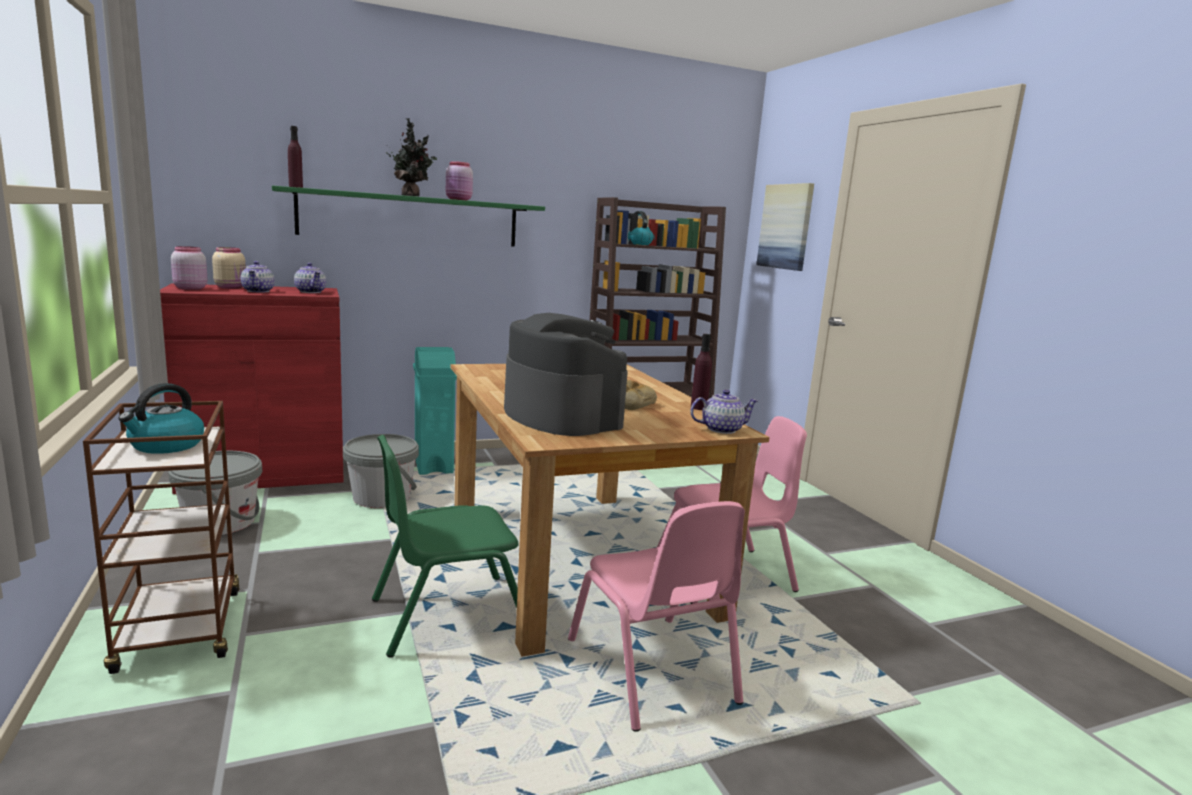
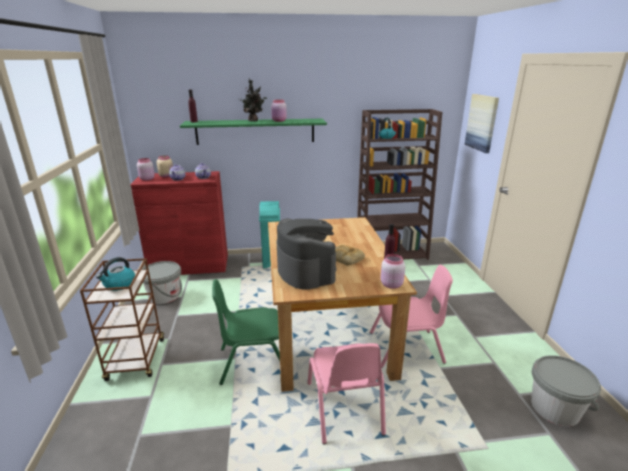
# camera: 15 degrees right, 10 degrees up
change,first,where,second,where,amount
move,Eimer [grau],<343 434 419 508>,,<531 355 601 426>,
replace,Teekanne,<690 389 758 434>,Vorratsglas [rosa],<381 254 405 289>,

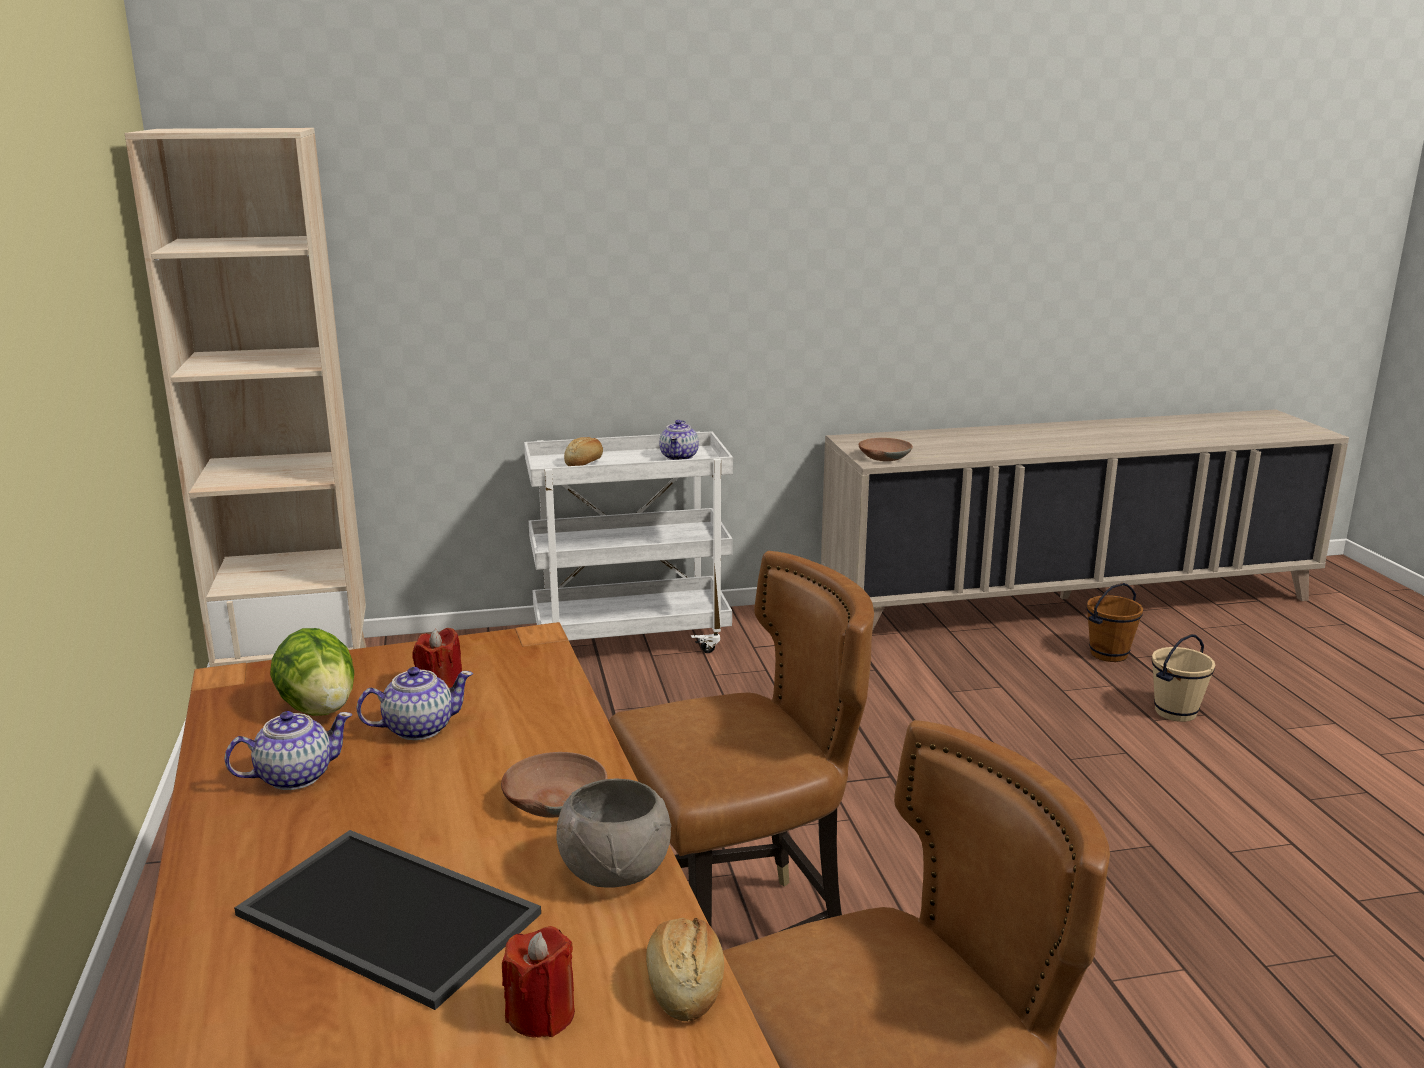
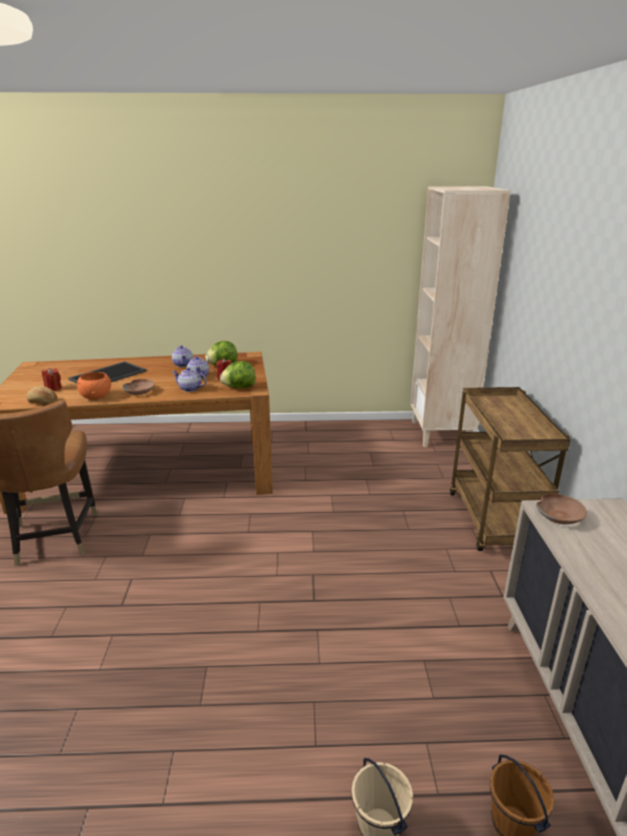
# camera: 100 degrees right, 5 degrees up
change,first,where,second,where,amount
delete,Brot,<564 437 603 466>,,,
delete,Stuhl [braun],<609 551 874 932>,,,
insert,,,Salatkopf,<220 361 255 388>,
move,Teekanne,<659 420 699 460>,,<172 367 207 392>,
recolor,Rollwagen [weiß],<524 431 733 653>,Rollwagen [braun],<450 387 570 551>,
recolor,Schüssel [grau],<557 778 671 887>,Schüssel [orange],<77 372 111 400>,

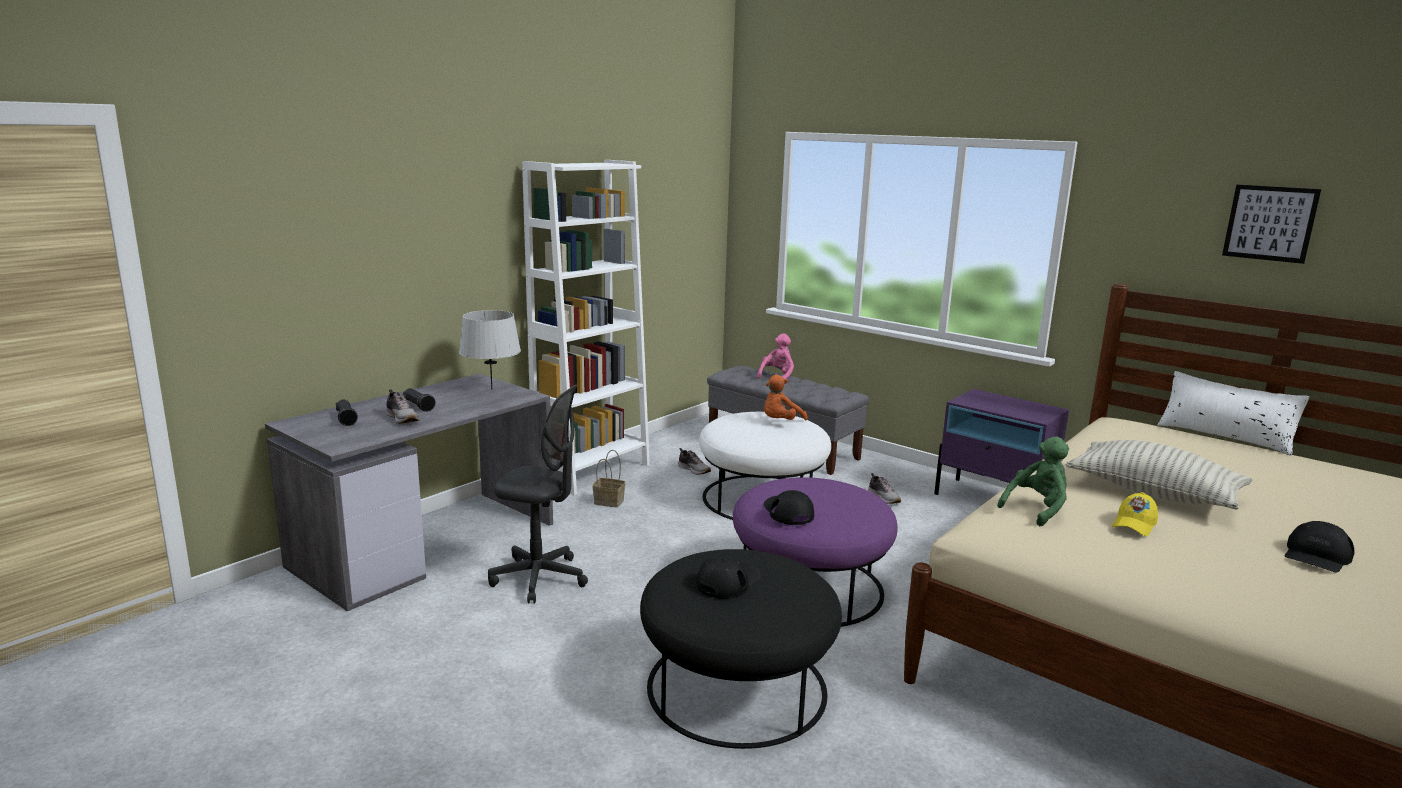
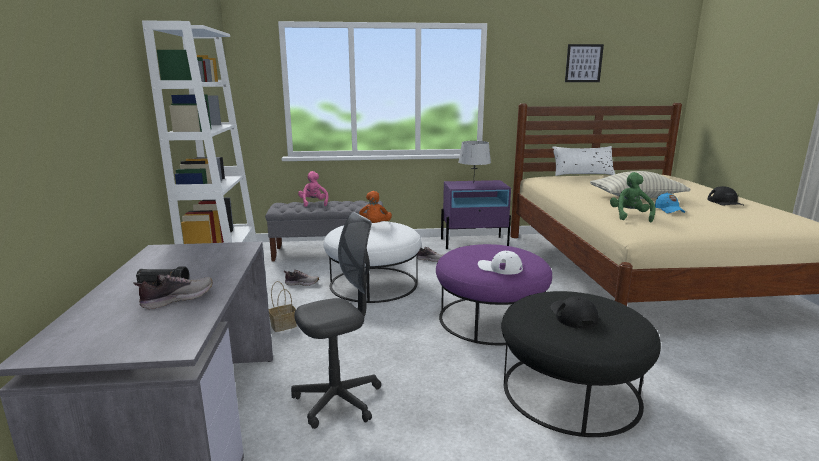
# camera: 45 degrees left, 0 degrees up
change,first,where,second,where,amount
delete,Taschenlampe [schwarz],<336 399 358 426>,,,
move,Tischlampe [grau],<459 310 521 390>,,<458 141 491 173>,
recolor,Kappe [schwarz],<764 490 814 525>,Kappe [weiß],<478 251 523 275>,
recolor,Kappe [gelb],<1112 492 1158 536>,Kappe [blau],<655 193 685 213>,
rotate,Schuh,<386 389 419 424>,,<134 274 212 309>,45 degrees counterclockwise

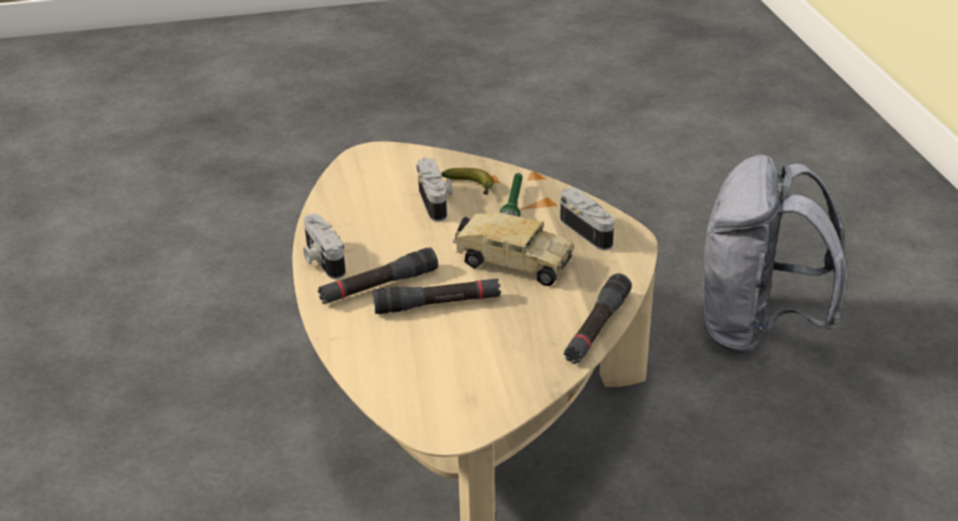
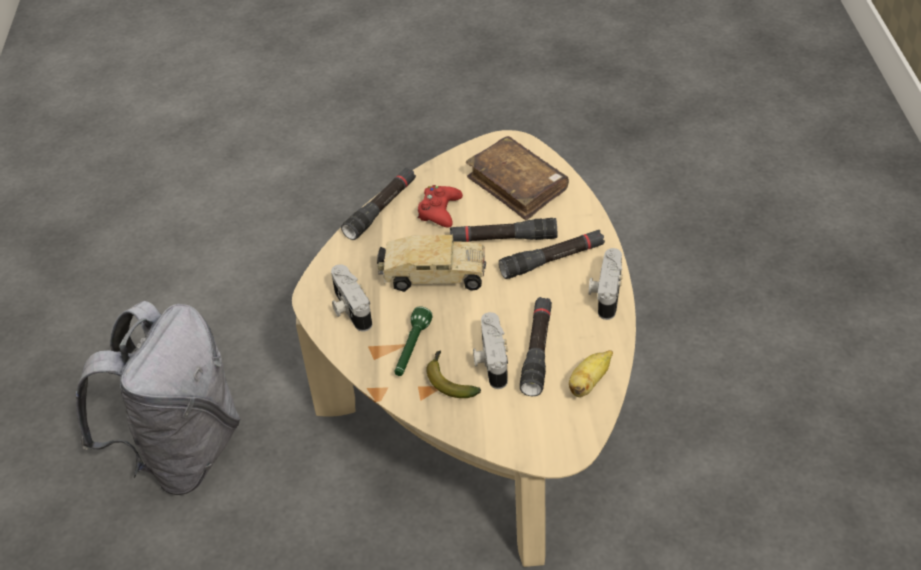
# camera: 170 degrees left, 10 degrees up
change,first,where,second,where,amount
insert,,,Gamepad [rot],<418 185 463 227>,
insert,,,Buch [braun],<466 136 569 220>,
insert,,,Taschenlampe [schwarz],<520 297 552 396>,
insert,,,Banane,<569 350 613 397>,
rotate,Kamera,<303 214 346 279>,,<589 248 623 320>,150 degrees counterclockwise
rotate,Spielzeuglaster,<453 213 574 286>,,<377 233 486 292>,150 degrees clockwise

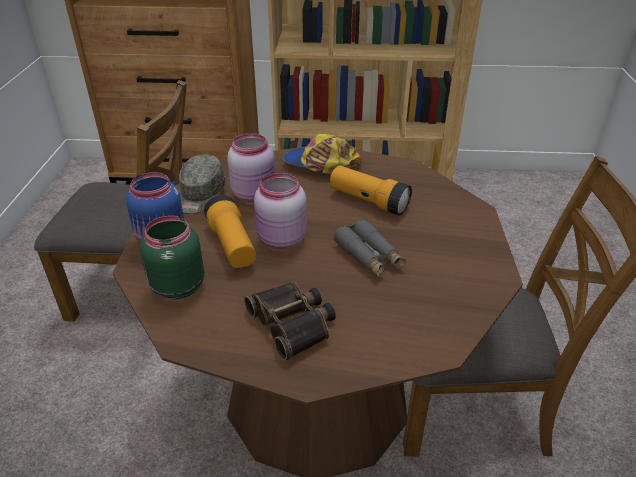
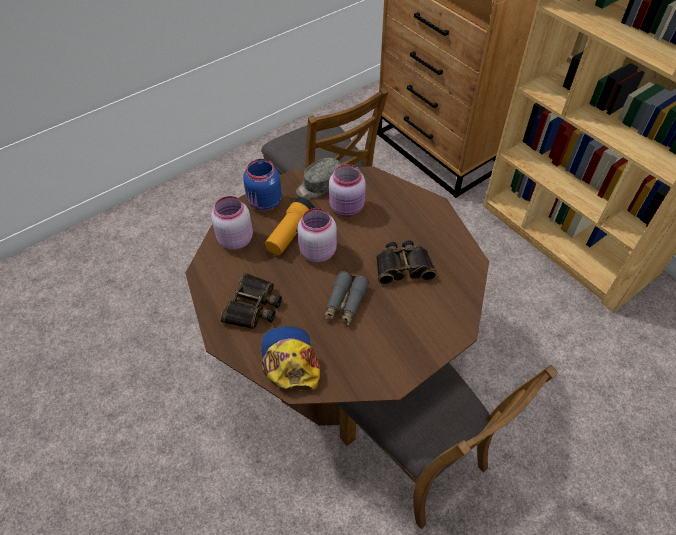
# camera: 50 degrees right, 15 degrees up
change,first,where,second,where,amount
move,Kappe,<283 134 362 174>,,<261 326 320 391>,
replace,Taschenlampe,<330 166 412 216>,Fernglas,<376 240 437 285>,
recolor,Vorratsglas [grün],<140 216 204 300>,Vorratsglas [rosa],<211 196 253 250>,

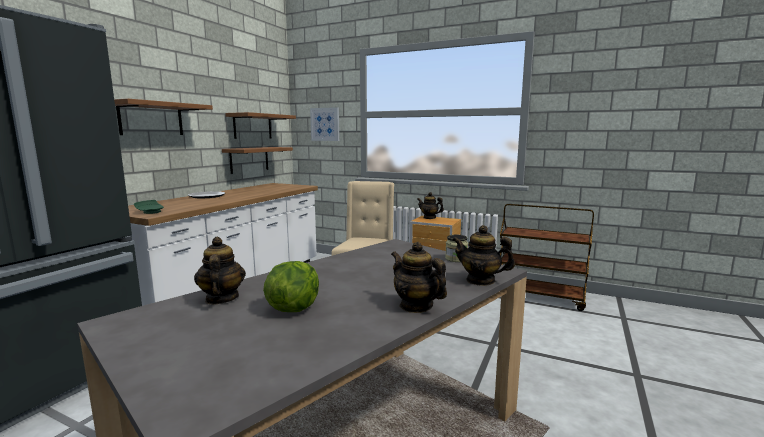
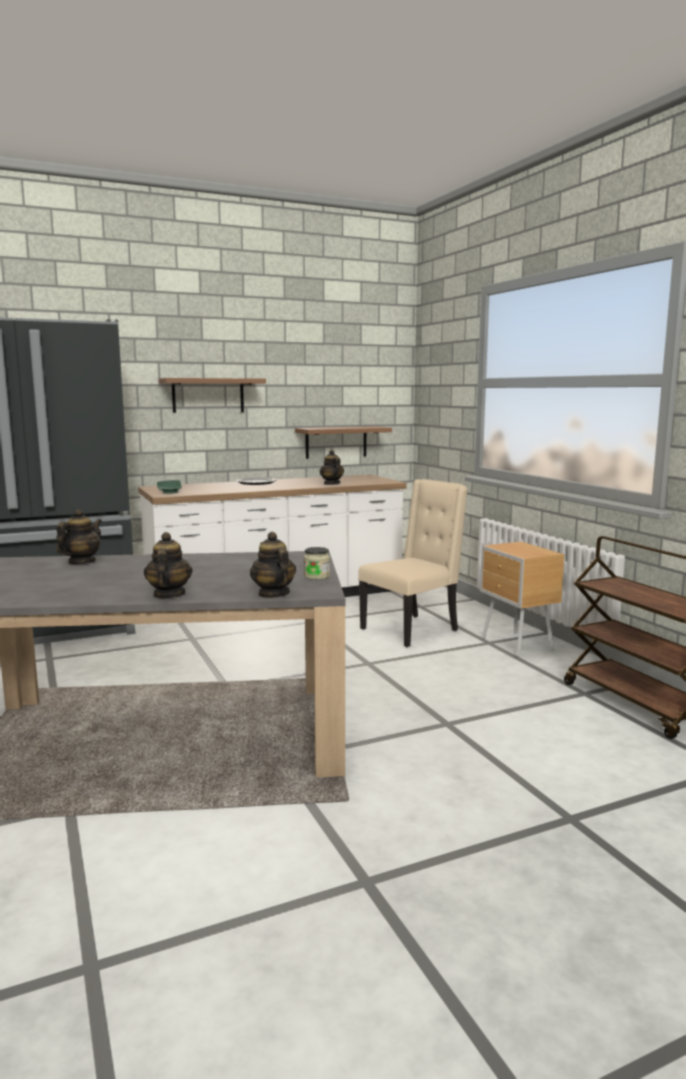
# camera: 40 degrees right, 0 degrees up
change,first,where,second,where,amount
delete,Wandregal,<225 112 296 139>,,,
delete,Salatkopf,<263 261 319 312>,,,
delete,Bild,<310 107 339 141>,,,
move,Teekanne,<417 192 444 219>,,<320 450 344 485>,

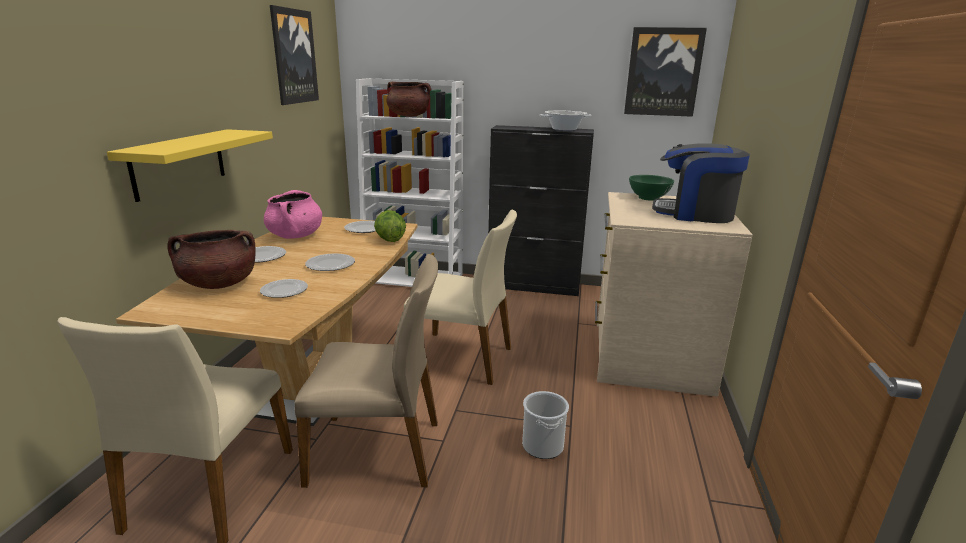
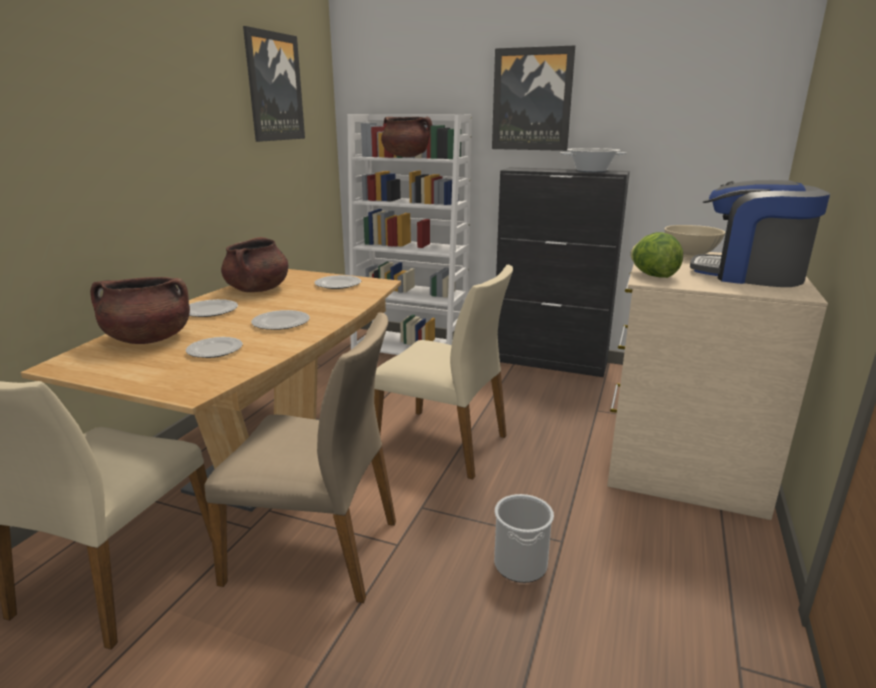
# camera: 10 degrees right, 0 degrees up
change,first,where,second,where,amount
delete,Wandregal [gelb],<107 129 273 202>,,,
move,Salatkopf,<374 210 406 242>,,<630 232 683 278>,
move,Bild,<624 27 707 117>,,<492 45 575 151>,
recolor,Kochtopf [rosa],<264 190 322 239>,Kochtopf [braun],<221 237 288 292>,
recolor,Schüssel [grün],<629 175 674 201>,Schüssel [beige],<664 225 725 258>,

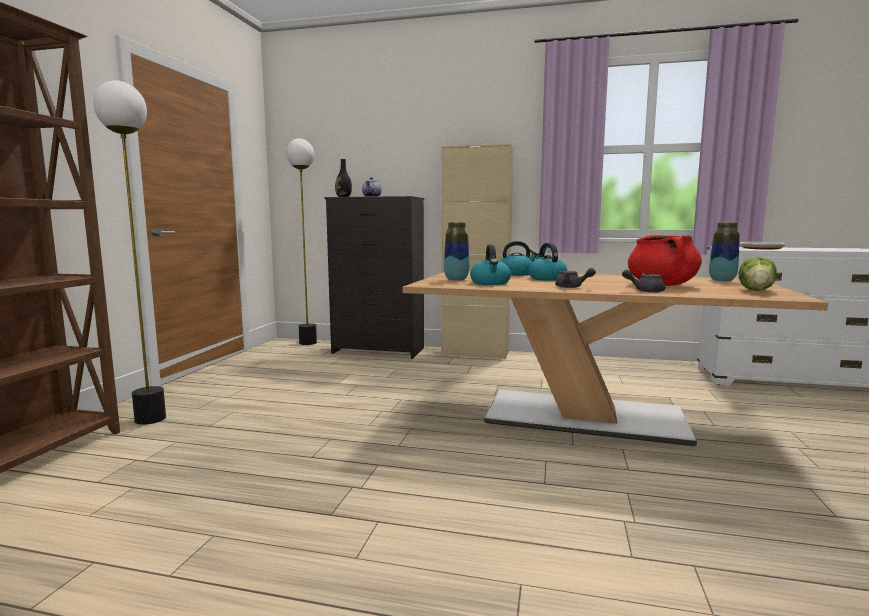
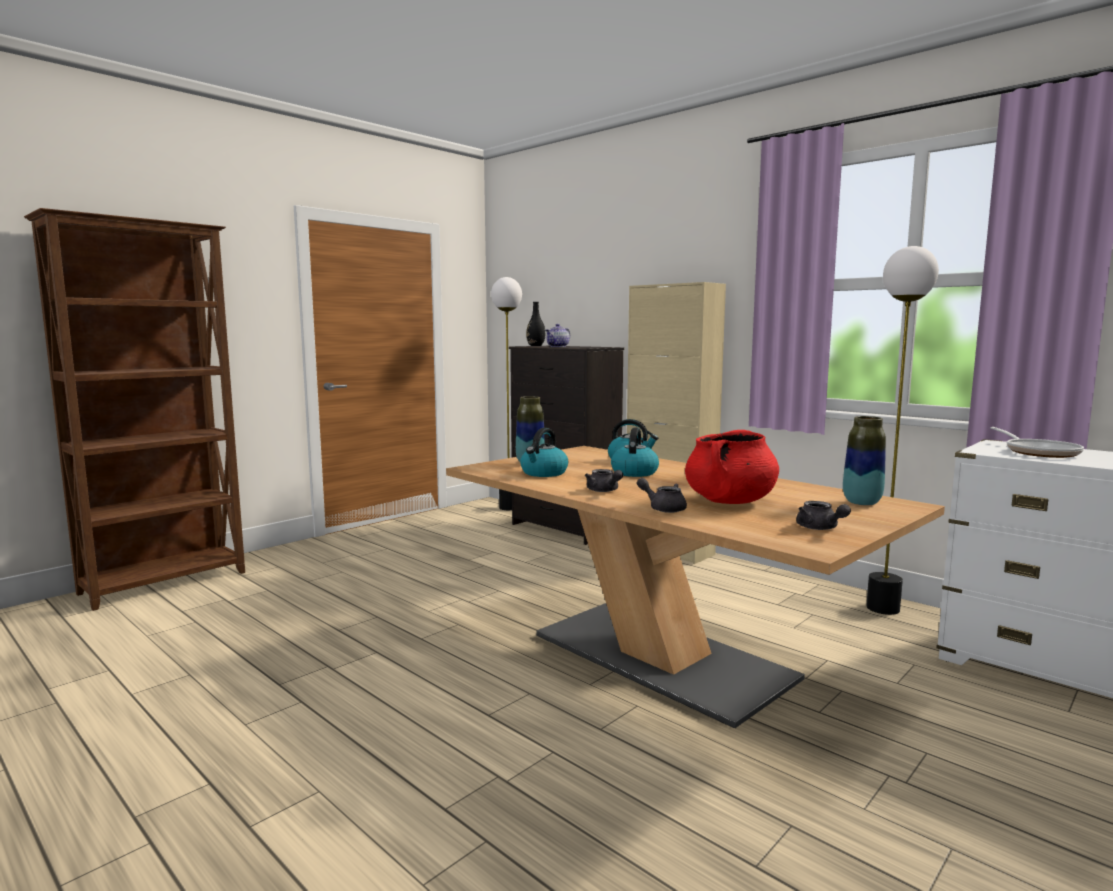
# camera: 30 degrees right, 0 degrees up
change,first,where,second,where,amount
move,Stehlampe,<93 80 166 425>,,<866 246 939 615>,
replace,Salatkopf,<739 257 777 291>,Teekanne [grau],<796 501 851 530>,

